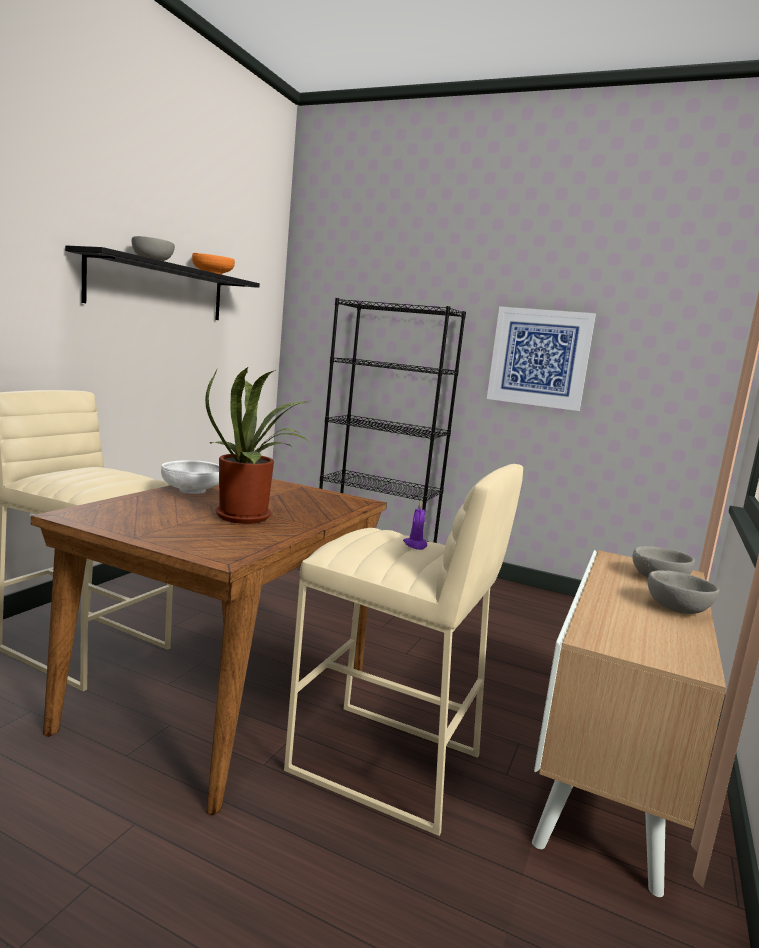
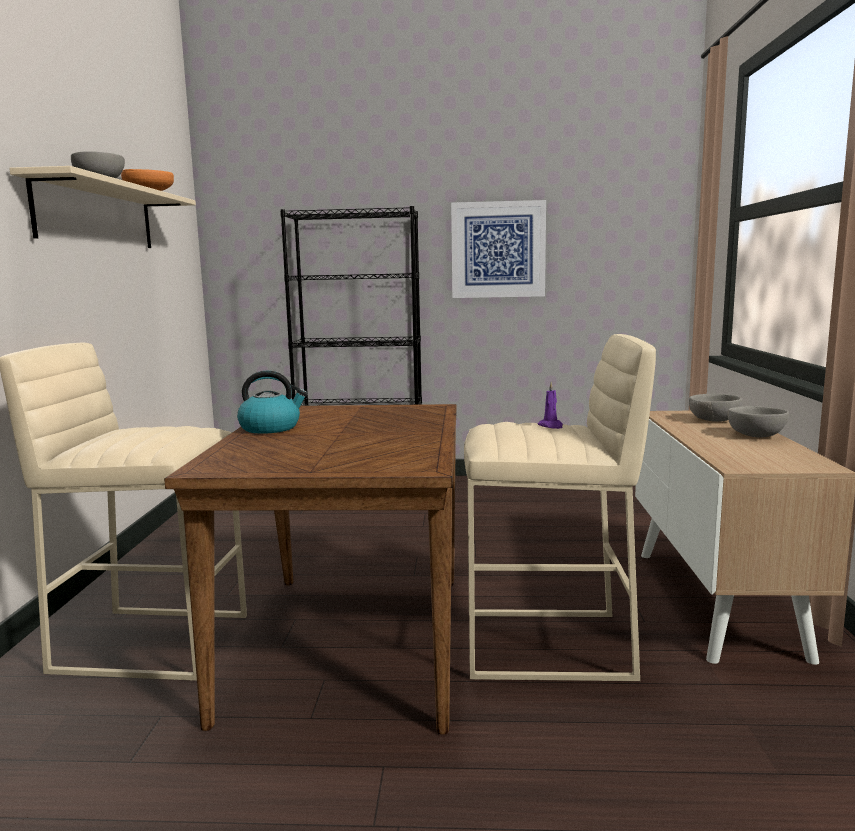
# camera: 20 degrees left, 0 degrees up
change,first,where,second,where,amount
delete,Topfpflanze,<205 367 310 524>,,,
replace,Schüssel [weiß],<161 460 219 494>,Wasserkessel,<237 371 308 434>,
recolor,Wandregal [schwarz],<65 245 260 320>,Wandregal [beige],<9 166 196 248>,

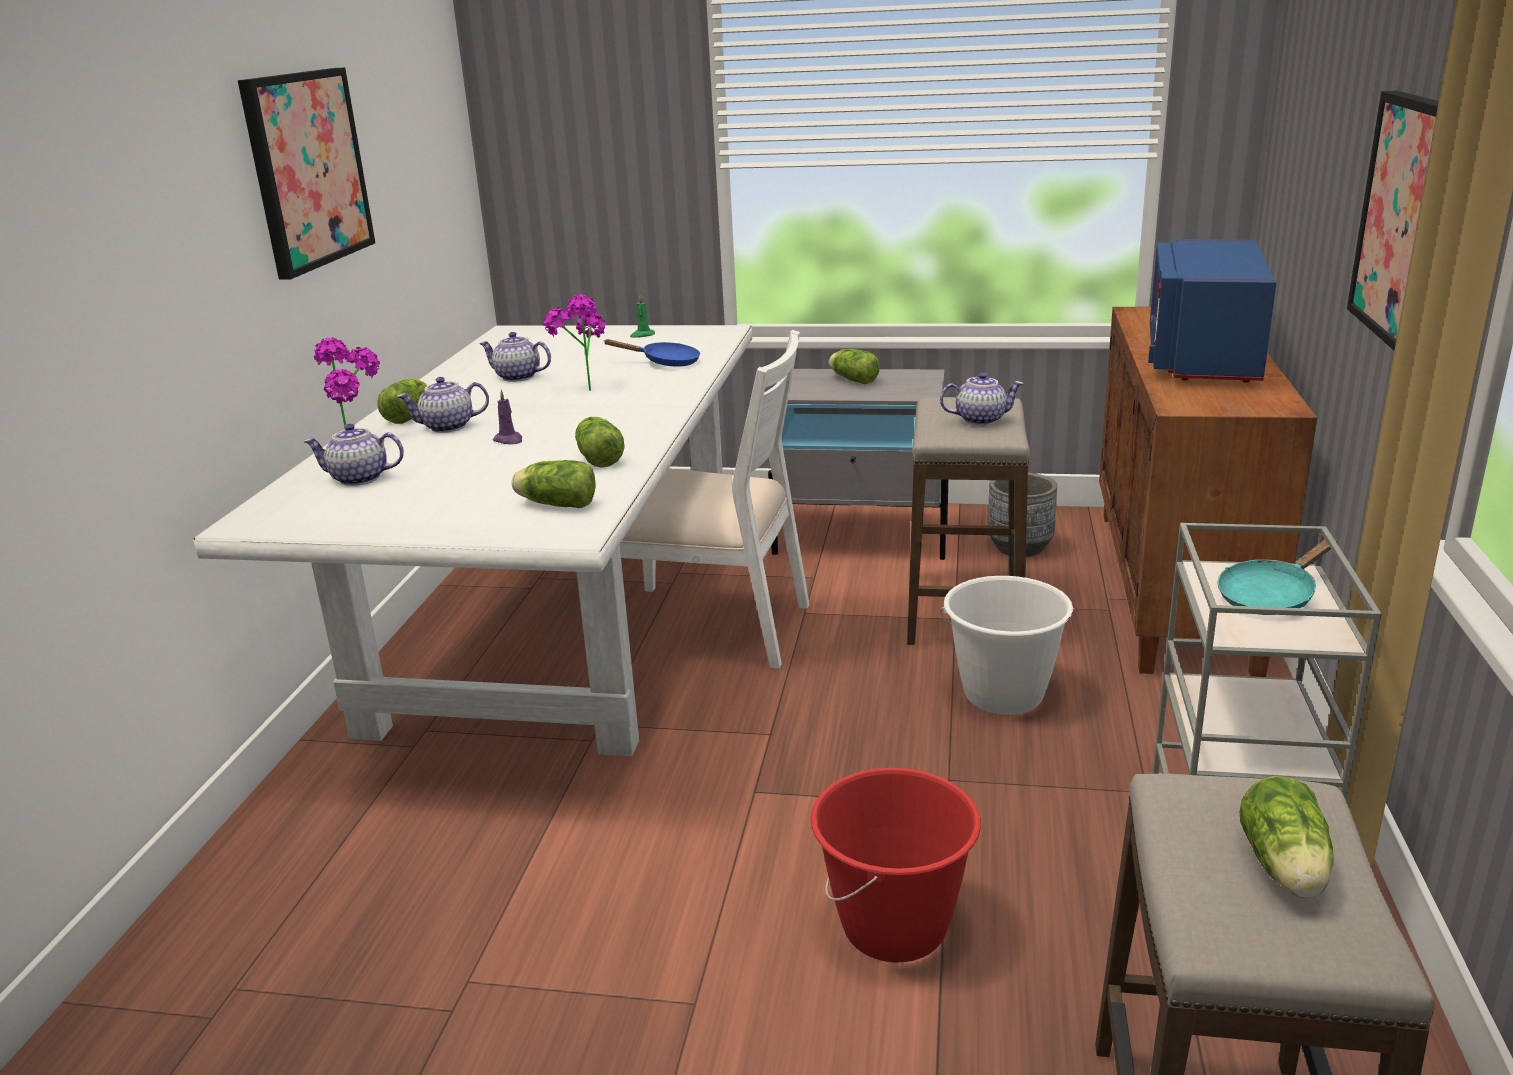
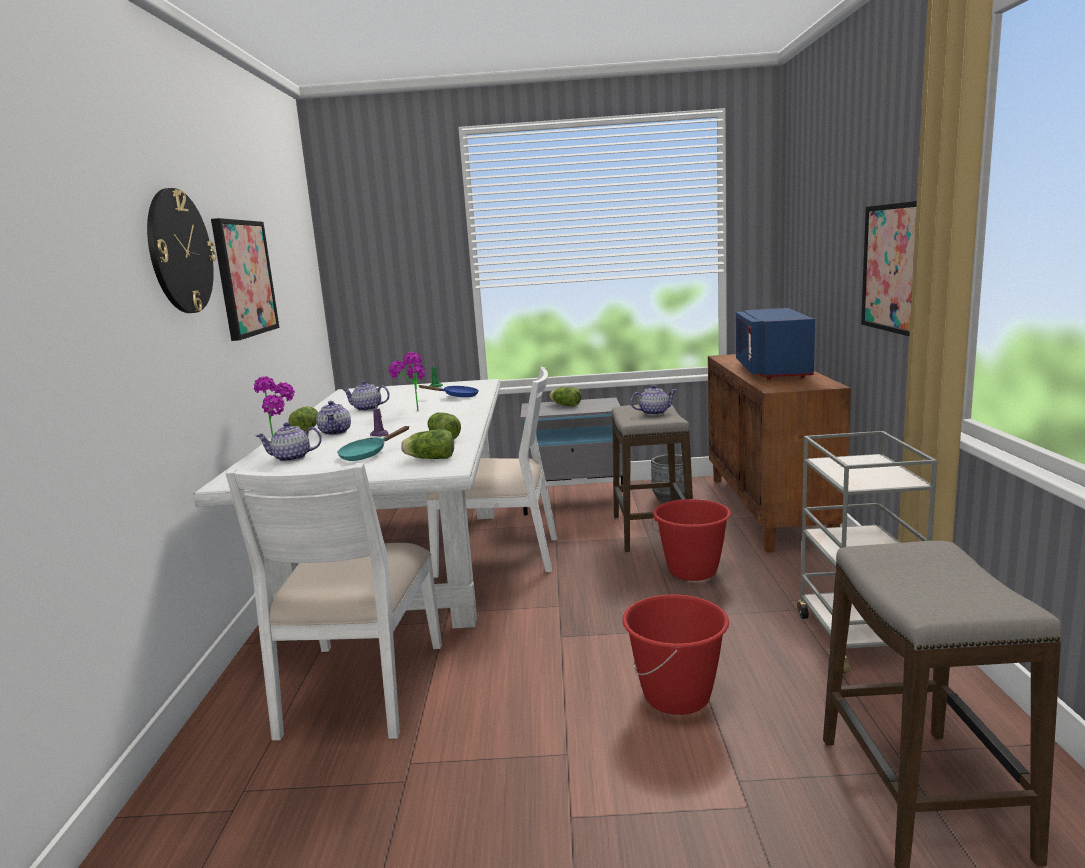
# camera: 10 degrees left, 10 degrees down
change,first,where,second,where,amount
delete,Salatkopf,<1240 776 1333 898>,,,
insert,,,Wanduhr,<147 188 216 313>,
insert,,,Stuhl [weiß],<225 463 442 741>,
move,Pfanne [türkis],<1217 538 1337 615>,,<337 426 409 461>,
recolor,Eimer [weiß],<941 576 1075 715>,Eimer [rot],<652 499 731 581>,
rotate,Teekanne,<397 377 489 433>,,<316 401 351 435>,75 degrees counterclockwise

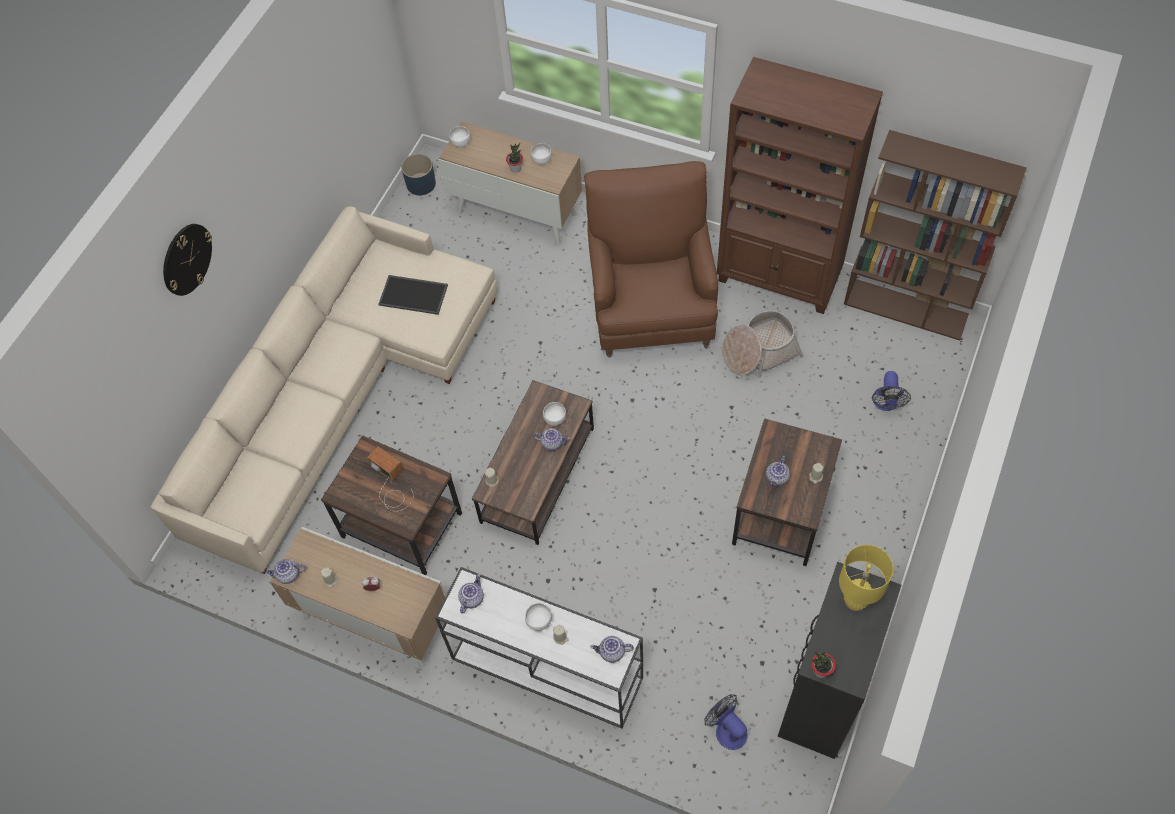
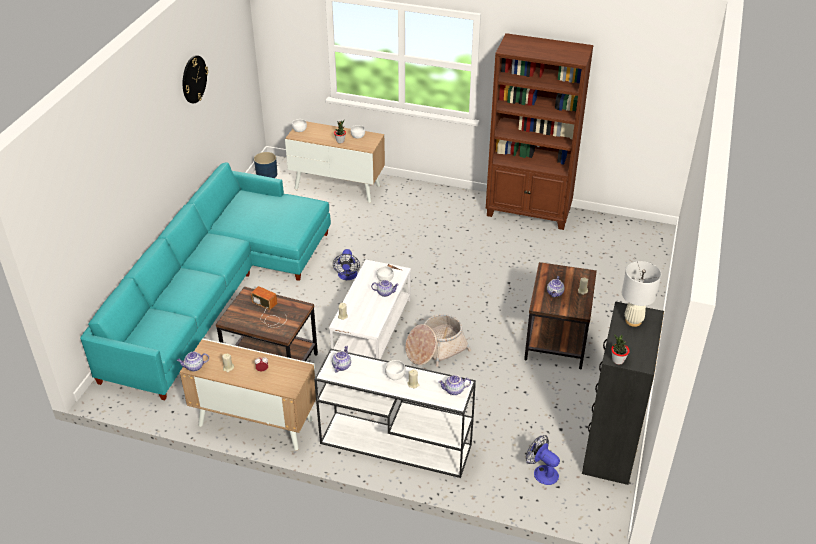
# camera: 10 degrees left, 20 degrees down
change,first,where,second,where,amount
delete,Tablett,<378 275 448 315>,,,
delete,Sessel [braun],<584 161 719 358>,,,
delete,Bücherregal [braun],<844 130 1027 340>,,,
move,Wanduhr,<163 224 212 296>,,<183 55 208 103>,
move,Korb,<722 310 803 377>,,<405 314 471 367>,
move,Ventilator,<872 371 911 411>,,<333 249 360 280>,
recolor,Sofa [beige],<151 206 498 574>,Sofa [türkis],<80 162 331 400>,
recolor,Couchtisch [braun],<472 380 594 545>,Couchtisch [weiß],<329 260 411 359>,
recolor,Tischlampe [gelb],<839 545 893 611>,Tischlampe [weiß],<622 261 661 327>,

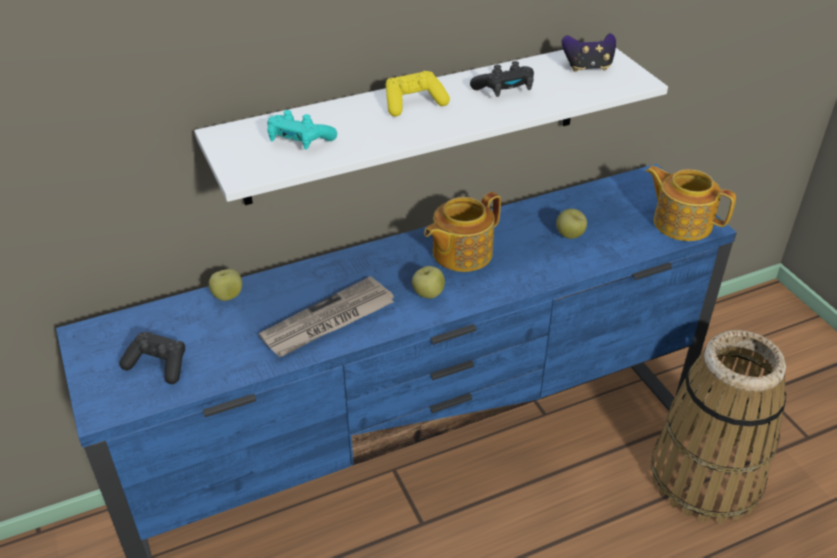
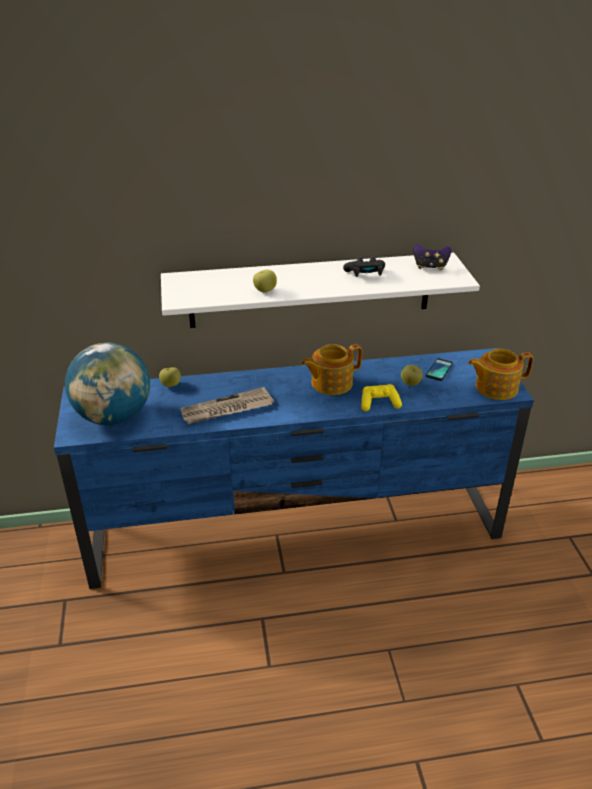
# camera: 15 degrees right, 5 degrees down
change,first,where,second,where,amount
delete,Gamepad [türkis],<267 110 337 150>,,,
delete,Korb,<650 330 786 524>,,,
insert,,,Handy,<426 358 453 381>,
move,Gamepad [gelb],<385 71 450 117>,,<361 384 402 411>,
move,Apfel,<412 266 445 298>,,<253 270 277 293>,
replace,Gamepad [schwarz],<119 332 185 384>,Globus,<65 342 150 425>,
rotate,Teekanne,<645 166 736 241>,,<468 349 534 400>,60 degrees counterclockwise

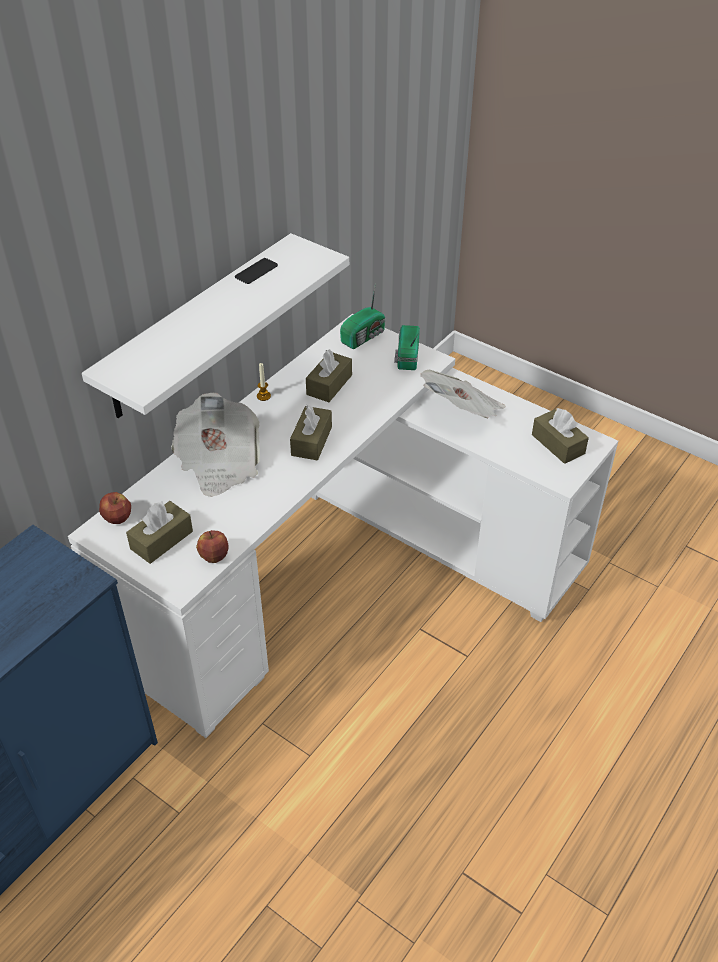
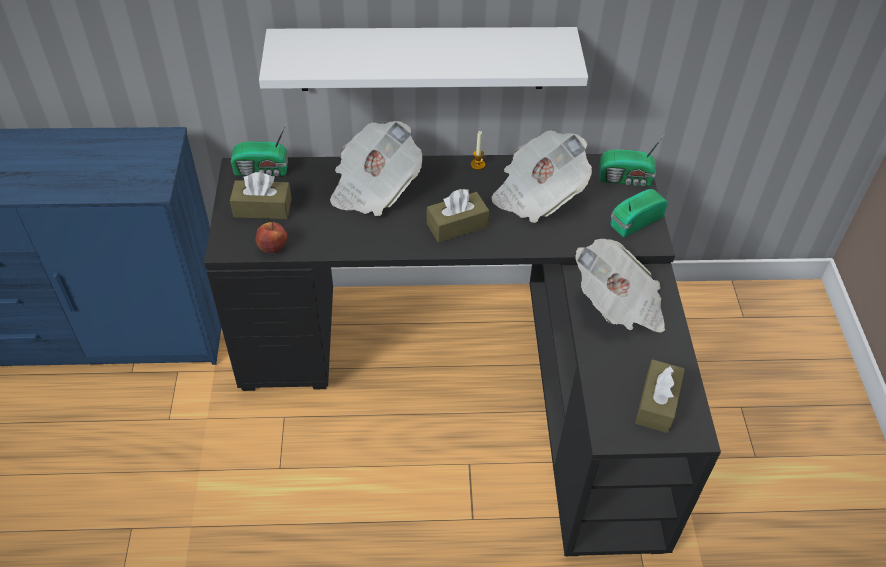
# camera: 50 degrees right, 5 degrees up
change,first,where,second,where,amount
delete,Handy,<235 258 278 284>,,,
replace,Apfel,<99 492 131 524>,Radio,<231 122 288 176>,
replace,Taschentuchbox [braun],<306 349 352 402>,Zeitung,<492 130 592 223>,
recolor,Schreibtisch [weiß],<68 314 618 738>,Schreibtisch [schwarz],<204 154 721 556>,

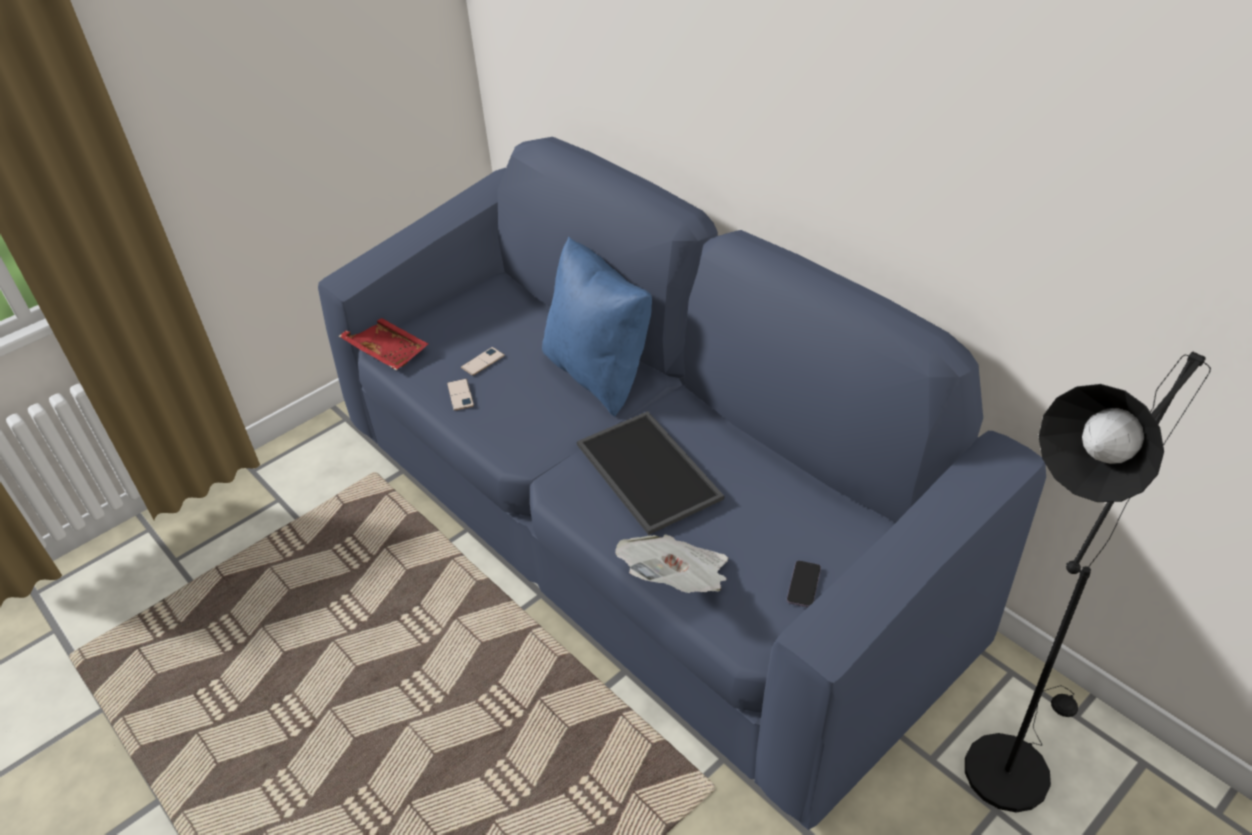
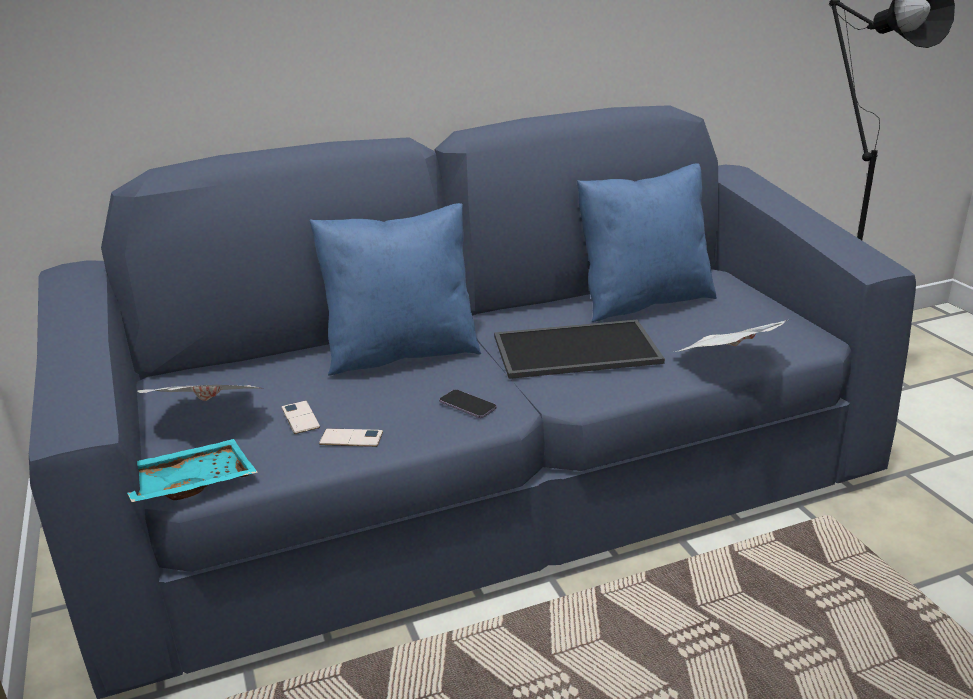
# camera: 70 degrees left, 15 degrees down
change,first,where,second,where,amount
insert,,,Zeitung,<137 385 264 401>,
insert,,,Kissen [blau],<577 163 717 322>,
move,Handy,<787 561 821 607>,,<439 389 497 418>,
recolor,Tablett [rot],<339 318 428 370>,Tablett [türkis],<127 439 258 502>,

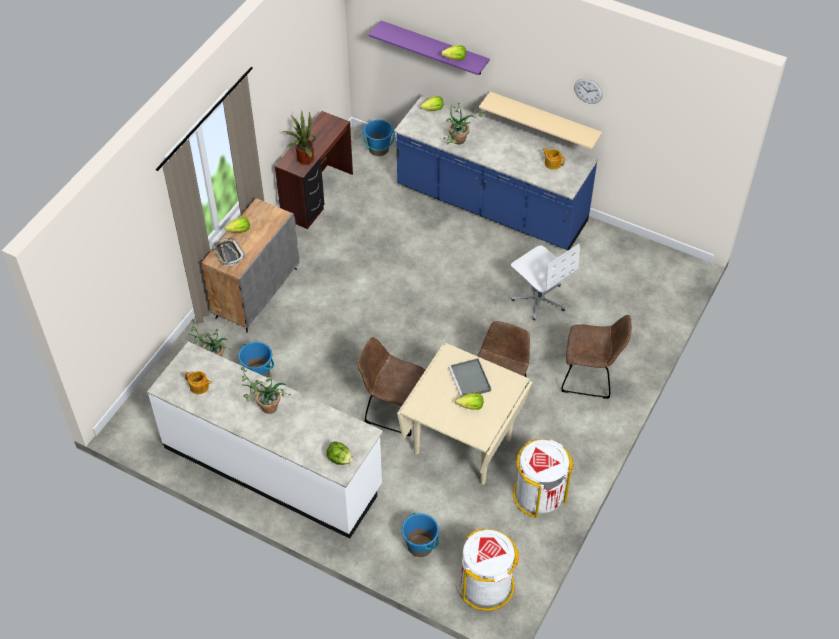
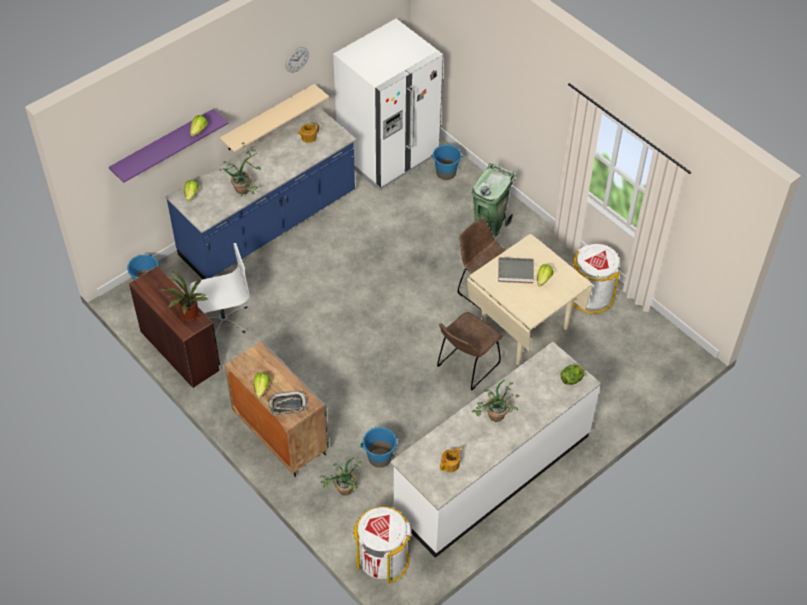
# camera: 70 degrees left, 0 degrees up
change,first,where,second,where,amount
insert,,,Kühlschrank [weiß],<333 19 443 191>,
move,Eimer [blau],<402 513 439 557>,,<431 145 463 180>,
move,Mülleimer [weiß],<461 528 519 611>,,<353 506 411 584>,
move,Bürostuhl [weiß],<511 244 580 320>,,<190 243 249 337>,
replace,Stuhl [braun],<561 315 632 399>,Mülleimer [grün],<472 163 516 237>,

